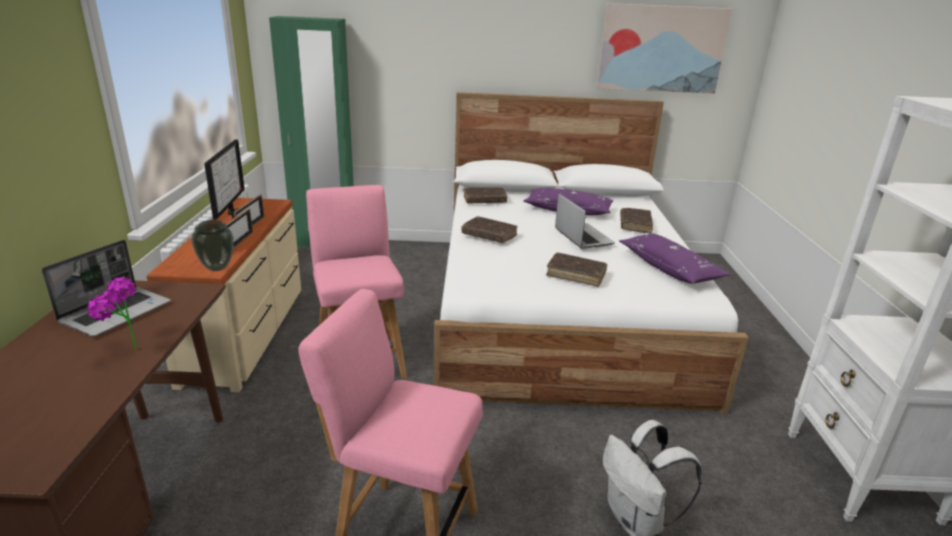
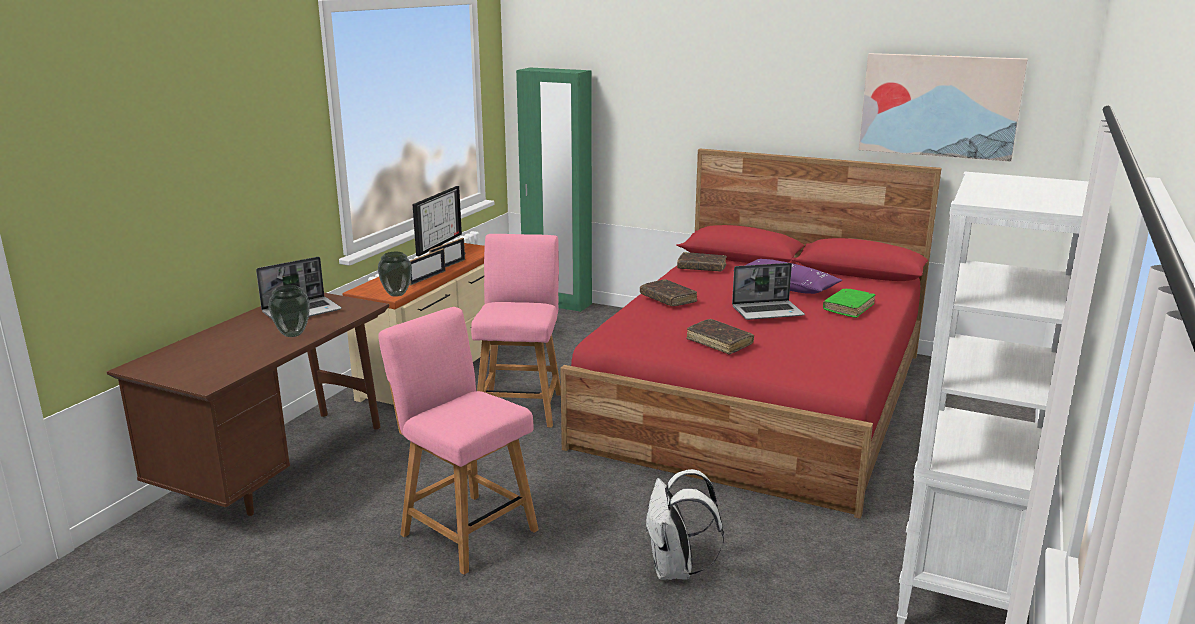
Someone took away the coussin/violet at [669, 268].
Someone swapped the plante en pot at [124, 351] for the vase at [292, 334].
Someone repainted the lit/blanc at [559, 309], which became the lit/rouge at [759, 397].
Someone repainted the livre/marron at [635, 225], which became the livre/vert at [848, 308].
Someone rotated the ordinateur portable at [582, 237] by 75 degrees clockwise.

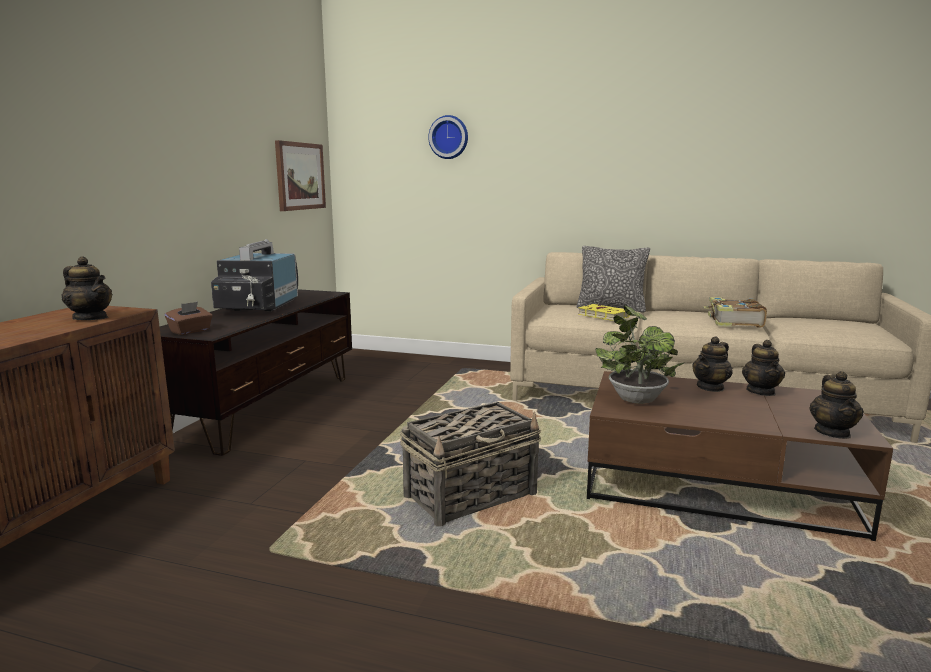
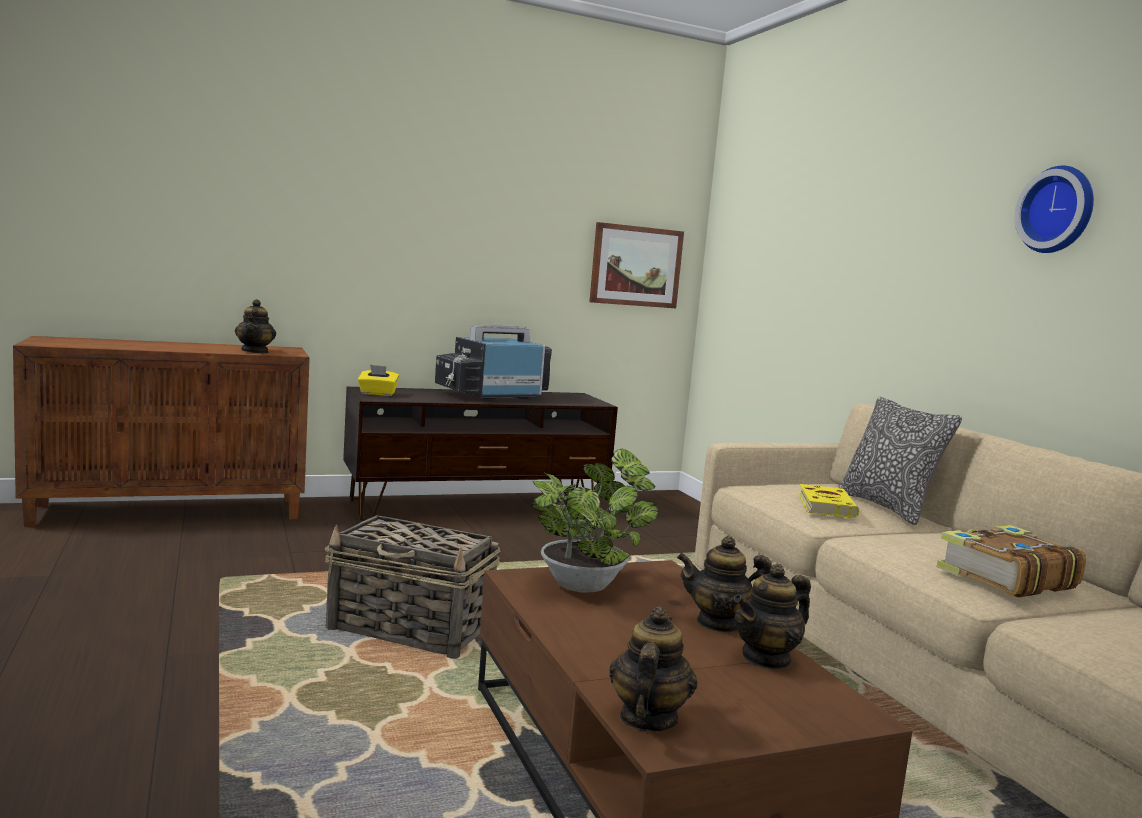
Someone carried the horloge murale from [449, 137] to [1058, 210].
Someone repainted the boîte à mouchoirs/marron at [191, 331], which became the boîte à mouchoirs/jaune at [377, 393].
Someone rotated the théière at [832, 432] by 135 degrees clockwise.

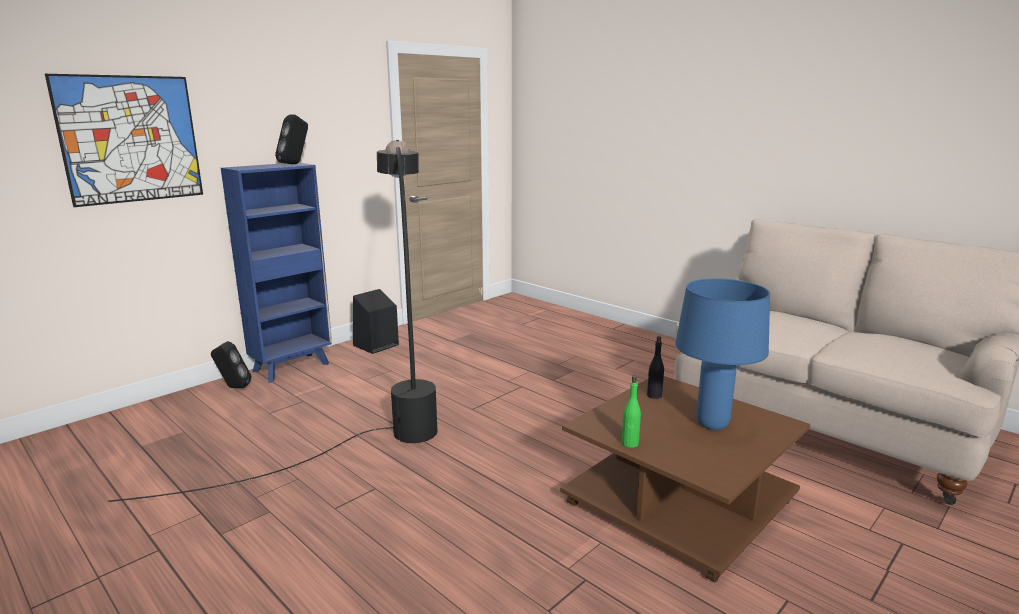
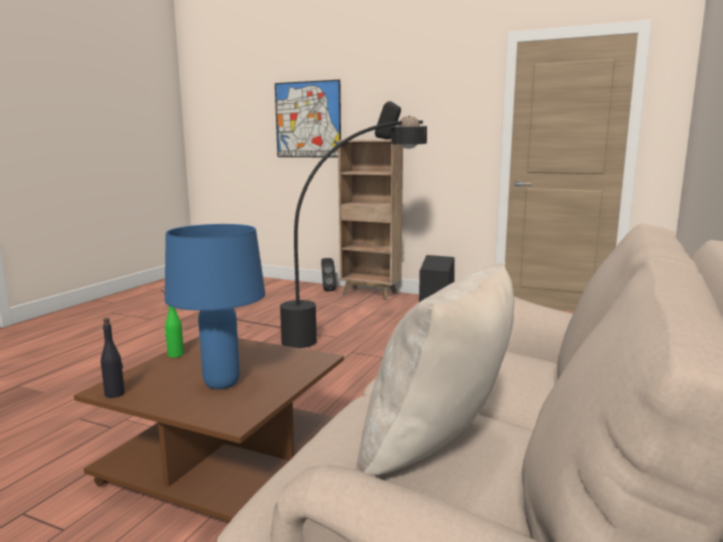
Someone put down the coussin/beige at [439, 445].
Someone carried the bouteille/noir from [654, 395] to [115, 394].
Someone repainted the bibliothèque/bleu at [293, 367], which became the bibliothèque/marron at [371, 294].

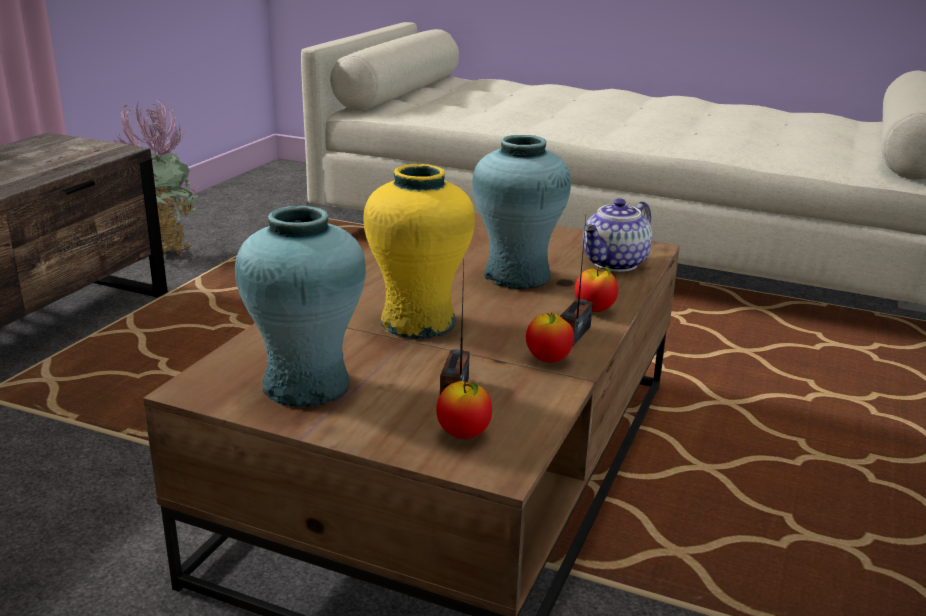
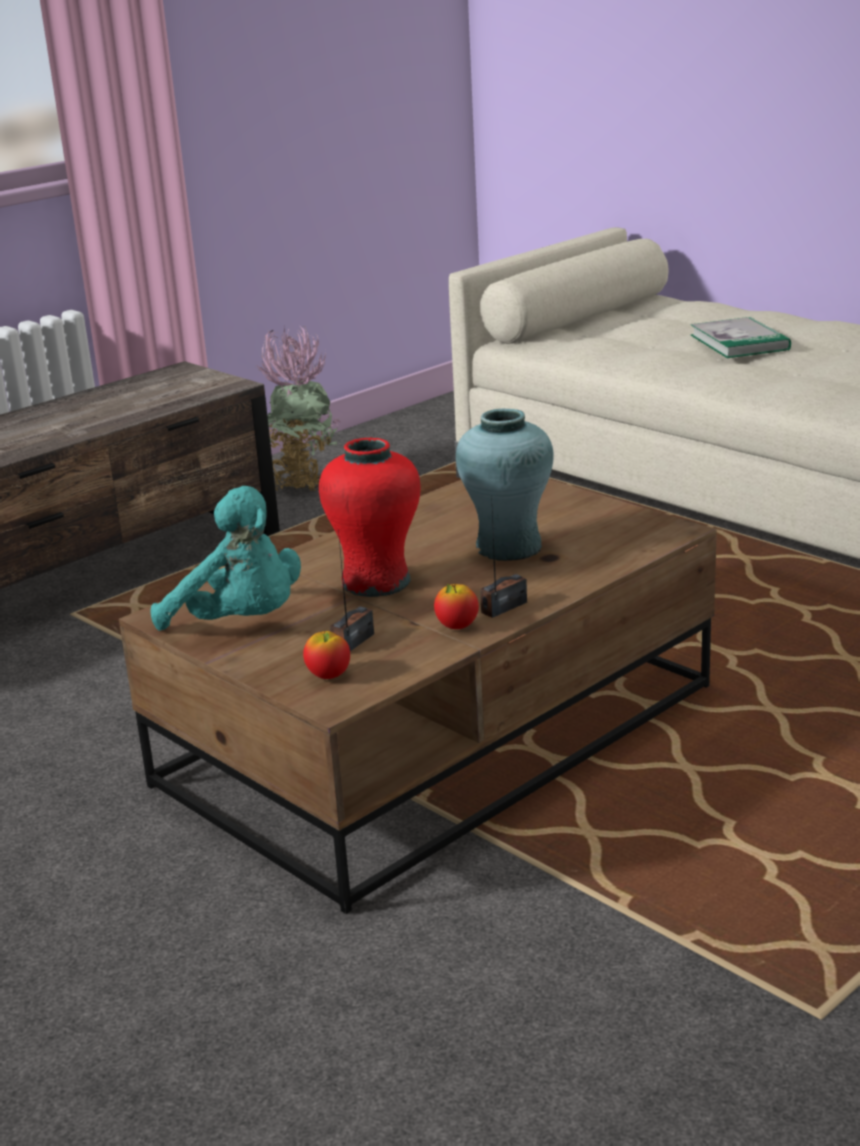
Someone took away the pomme at [594, 310].
Someone took away the théière at [615, 264].
Someone put down the livre at [739, 342].
Someone swapped the vase/turquoise at [305, 385] for the peluche/turquoise at [241, 624].
Someone repainted the vase/jaune at [417, 322], which became the vase/rouge at [375, 582].

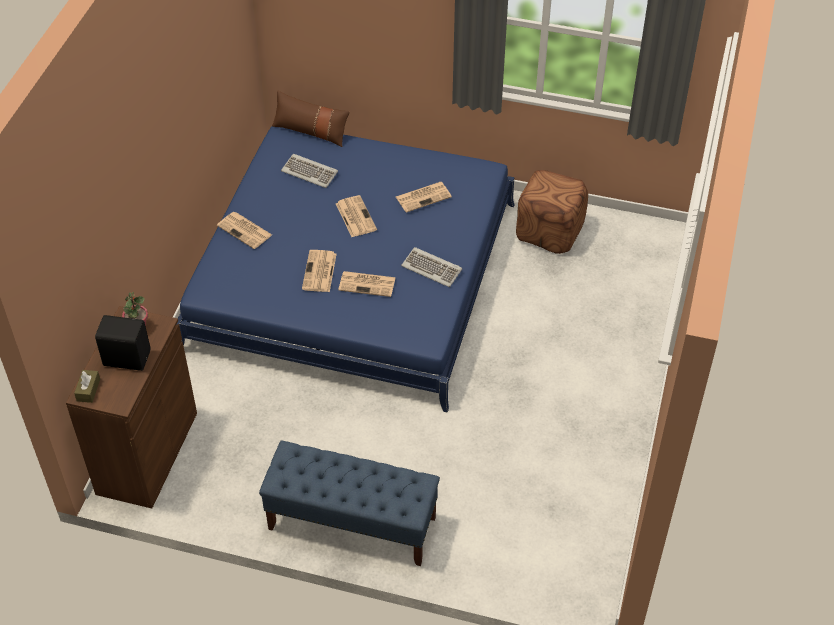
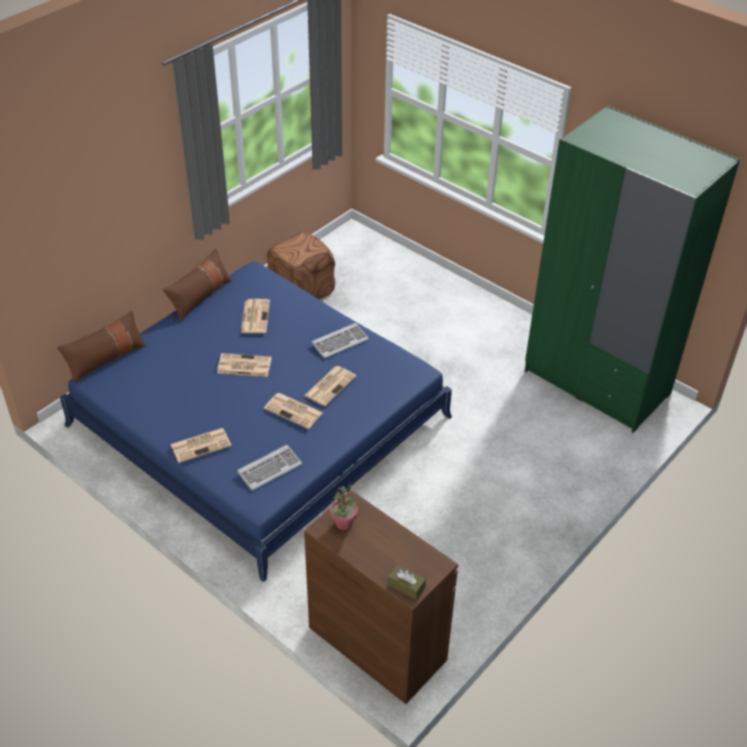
Someone took away the enceinte/noir at [126, 357].
Someone took away the banc/bleu at [351, 523].
Someone put down the coussin/marron at [200, 297].
Someone put down the armoire/vert at [596, 382].
Someone carried the clavier from [310, 172] to [269, 468].

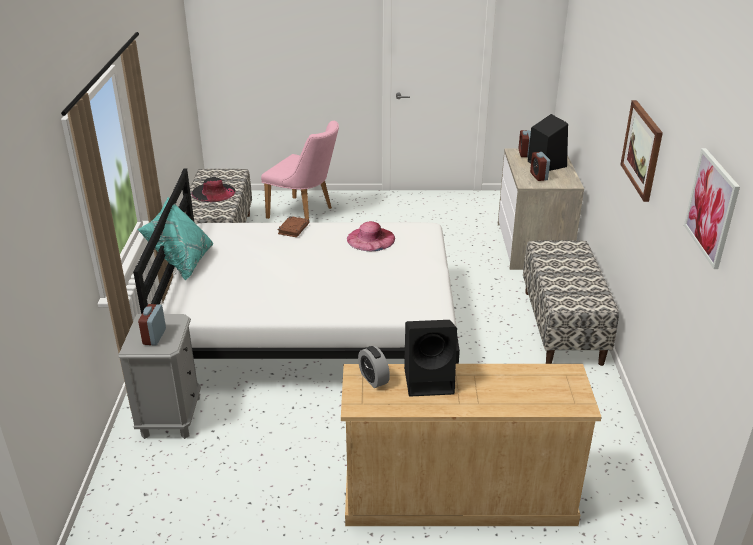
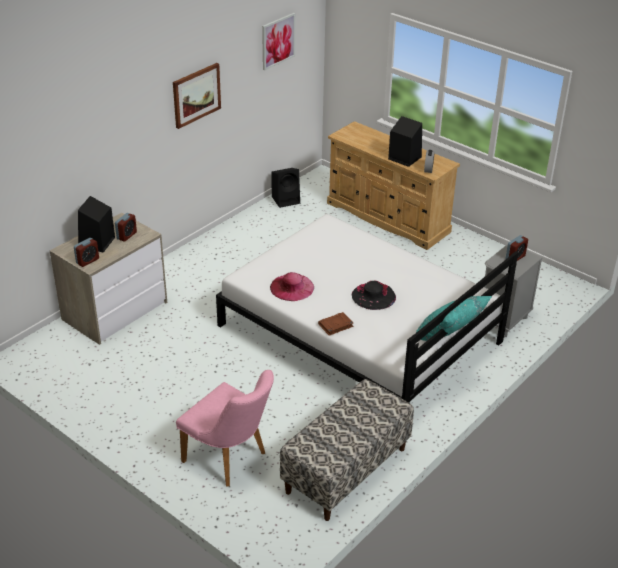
Someone took away the banc at [562, 326].
Someone put down the enceinte/noir at [286, 199].
Someone carried the chapeau/noir from [213, 192] to [373, 296].
Someone rotated the chaise/rose at [305, 213] by 150 degrees clockwise.

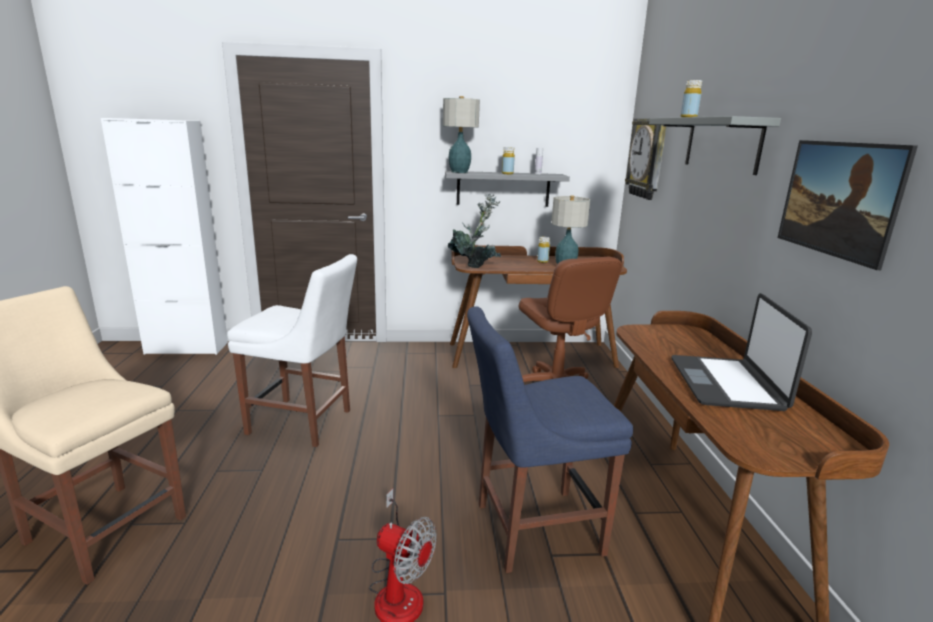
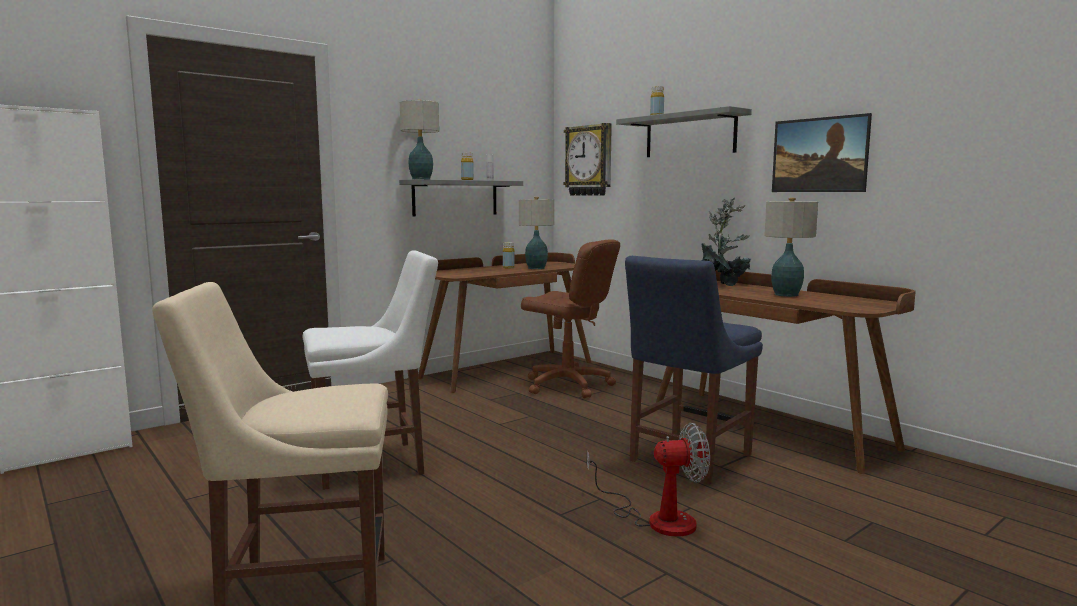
Someone carried the plante en pot from [475, 265] to [723, 284].
Someone swapped the ordinateur portable at [727, 384] for the lampe de table at [787, 295].

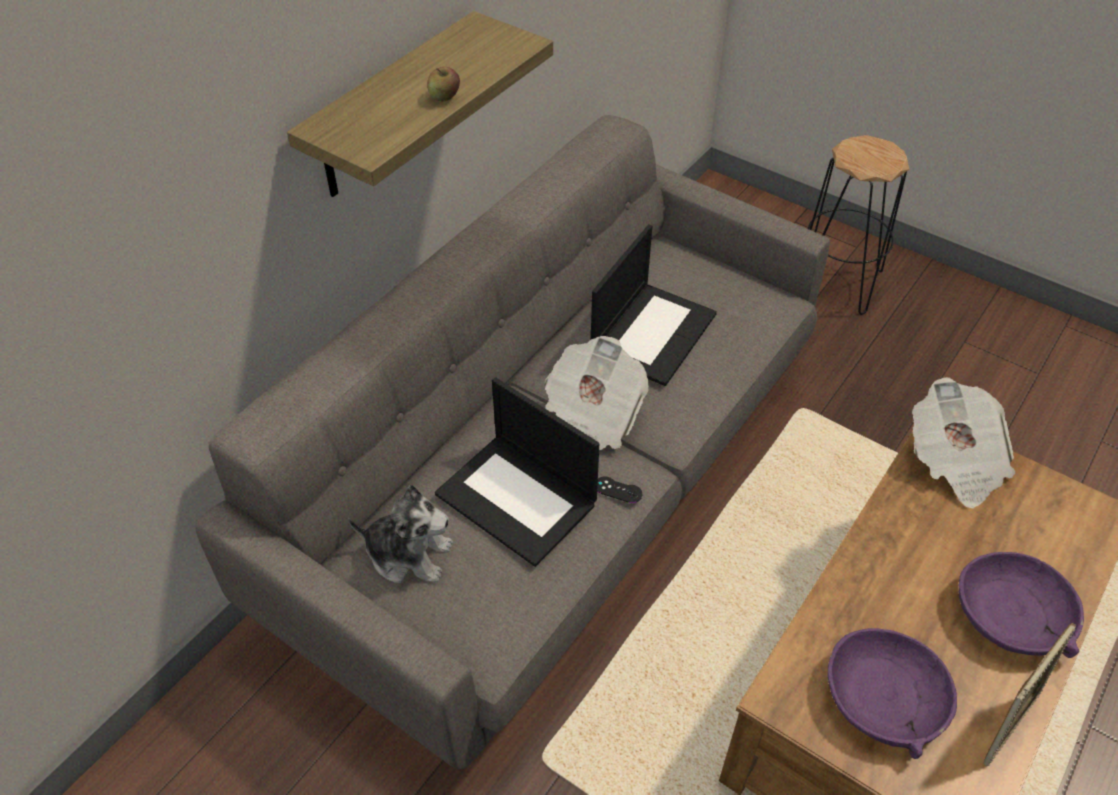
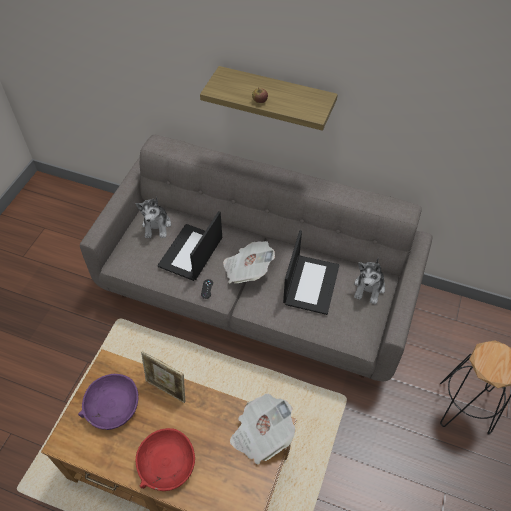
Someone put down the peluche at [369, 288].
Someone carried the cadre photo from [1007, 724] to [167, 389].
Someone repainted the bol/violet at [1012, 615], which became the bol/rouge at [166, 464].
Someone rotated the ordinateur portable at [653, 332] by 90 degrees counterclockwise.

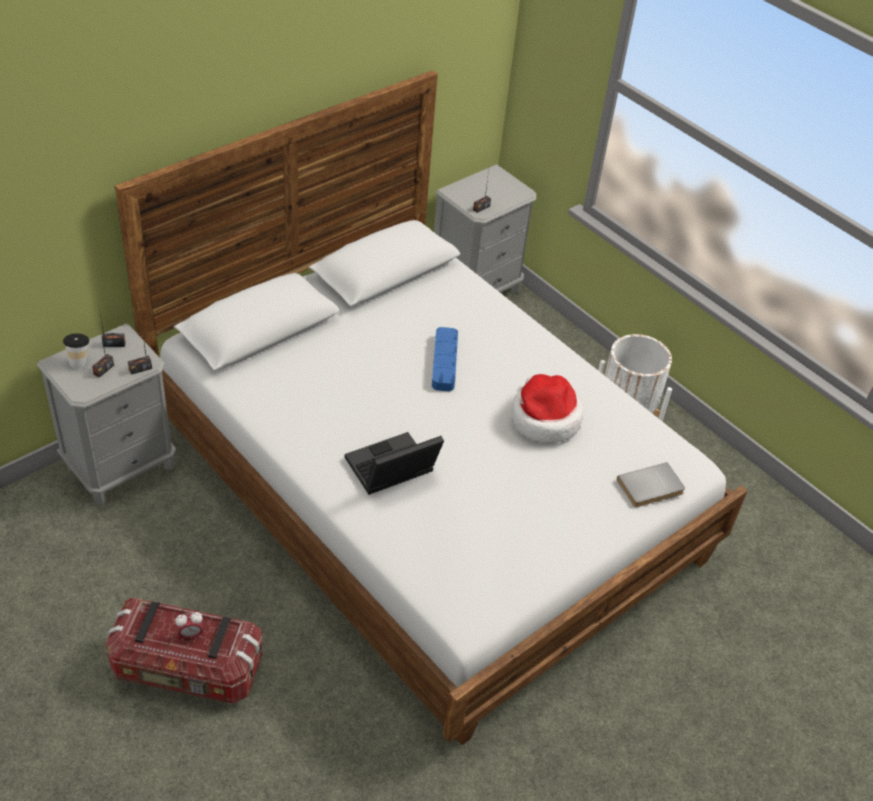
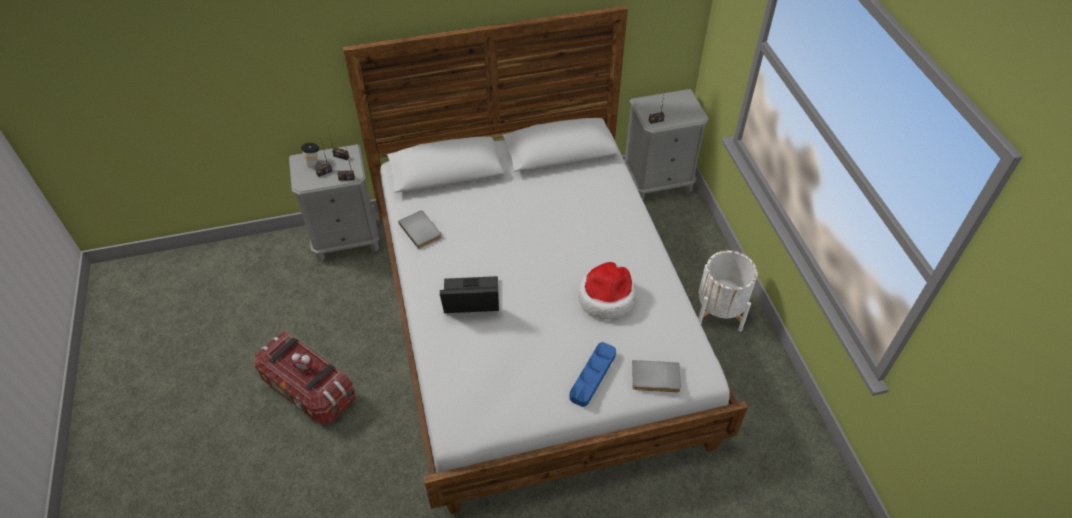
Someone put down the livre/gris at [421, 230].
Someone carried the plateau/bleu from [444, 362] to [592, 376].

